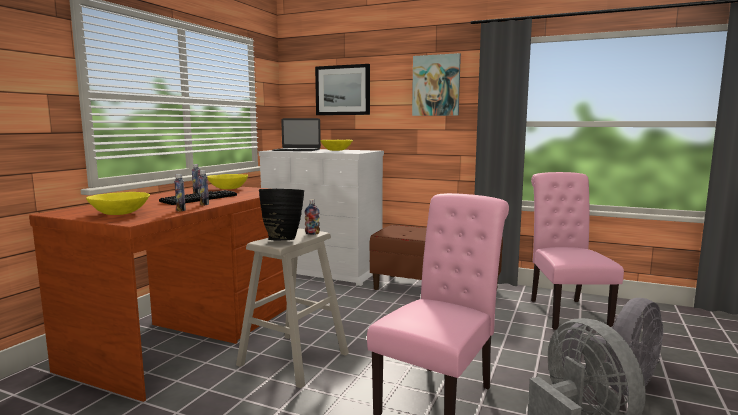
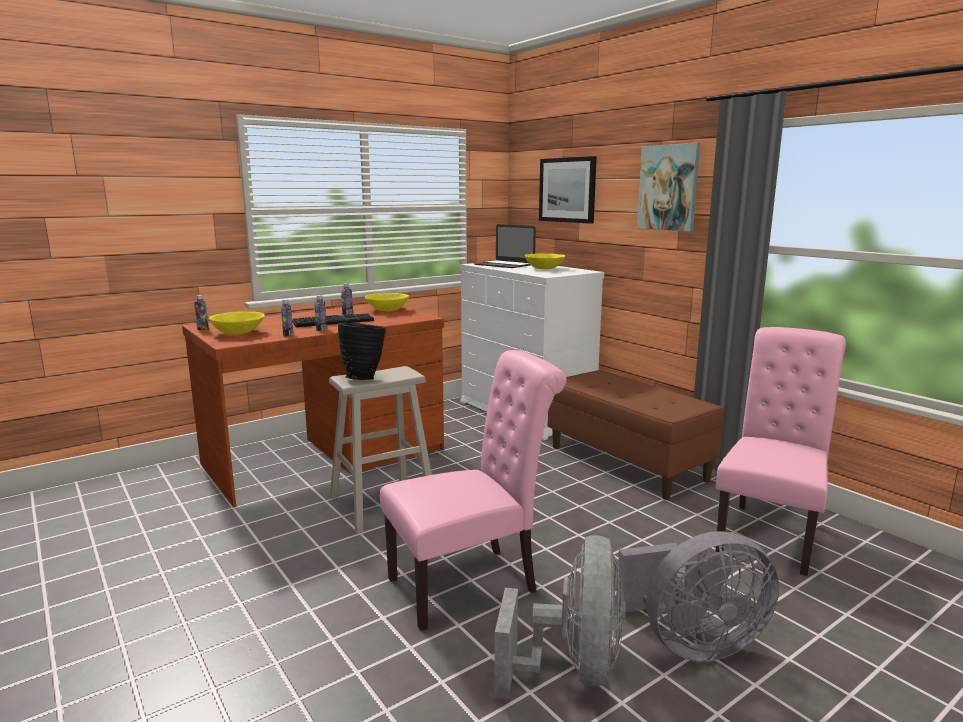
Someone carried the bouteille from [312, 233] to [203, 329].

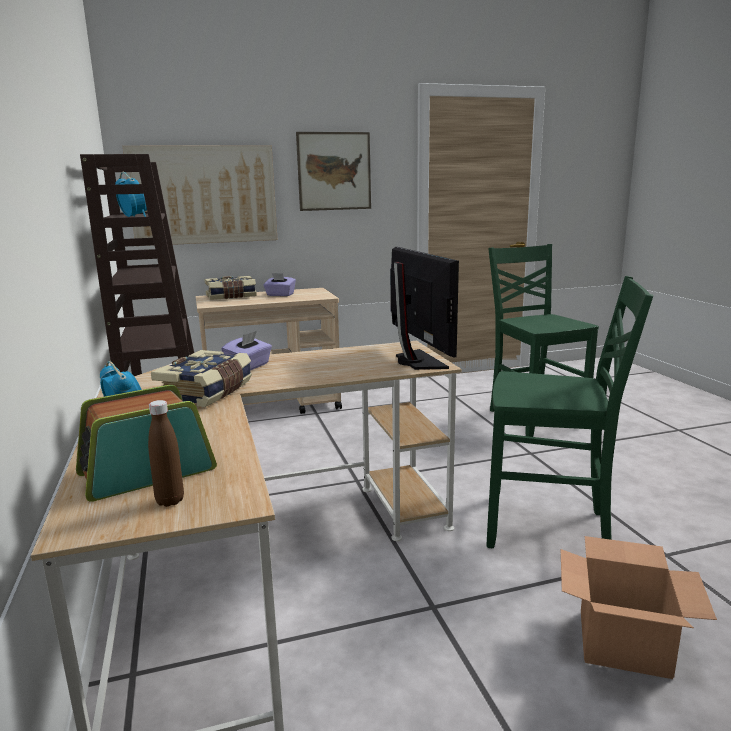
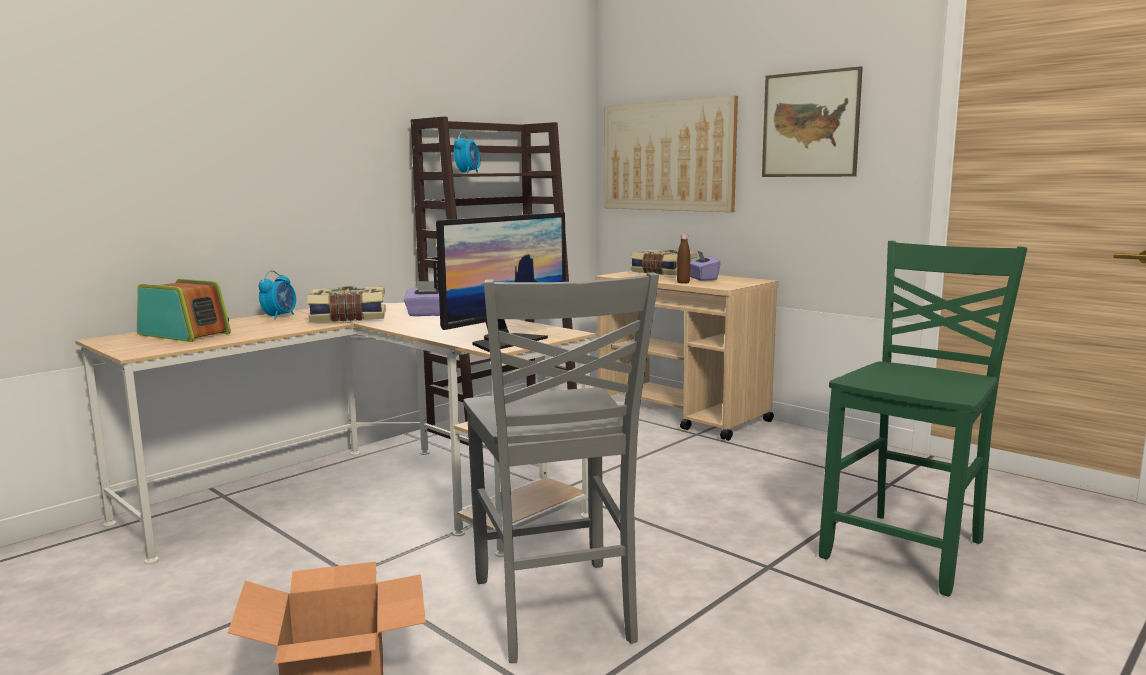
Someone carried the bouteille/marron from [170, 501] to [683, 282].
Someone repainted the chaise/vert at [549, 529], which became the chaise/gris at [555, 611].

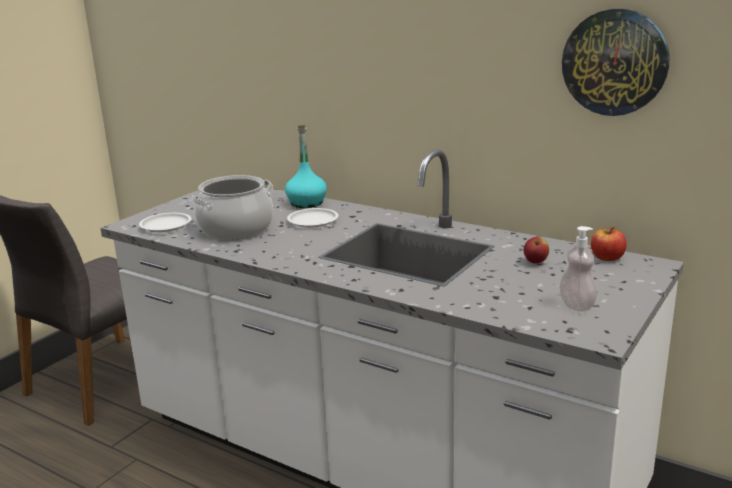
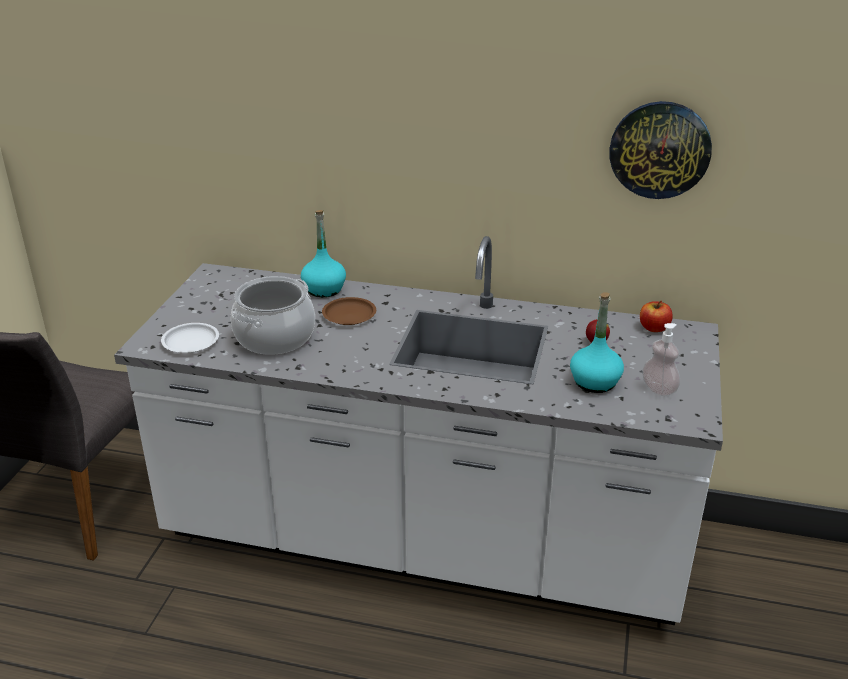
Someone put down the bouteille/turquoise at [594, 382].
Someone repainted the assiette/blanc at [312, 221], which became the assiette/marron at [349, 315].

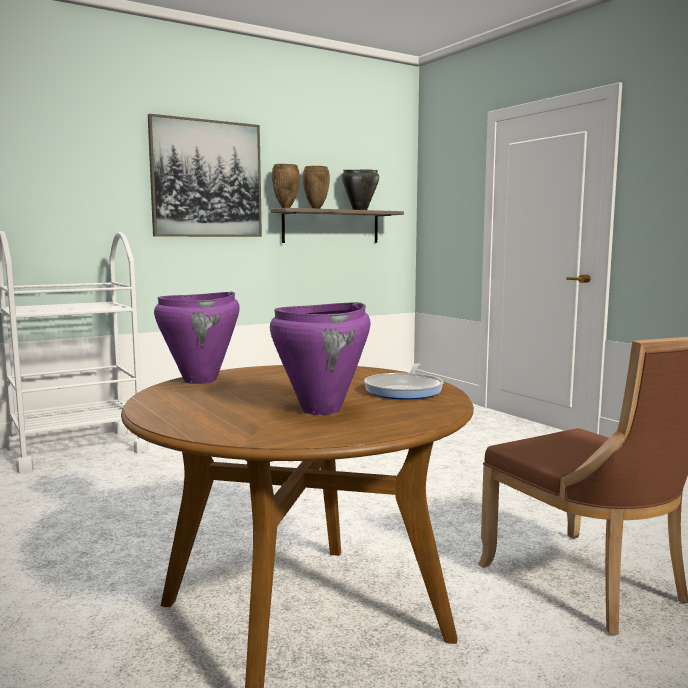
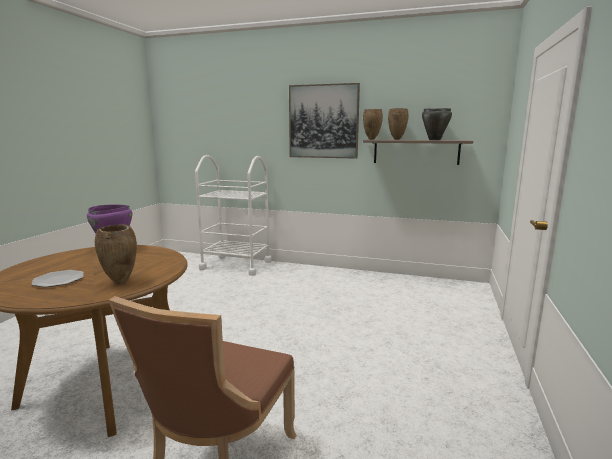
Someone swapped the marmite/violet at [322, 410] for the assiette at [58, 280].
Someone swapped the poêle at [405, 390] for the vase/marron at [121, 282].

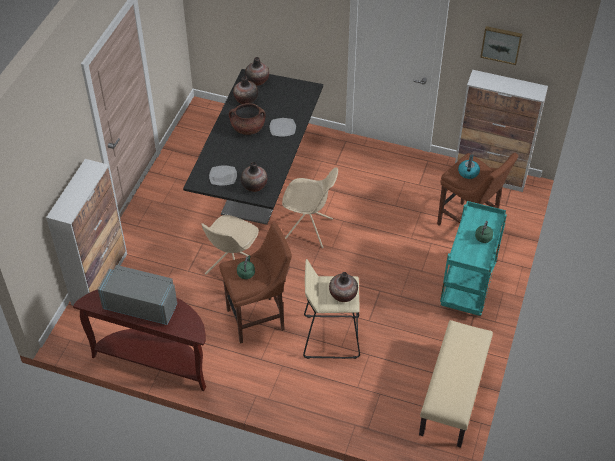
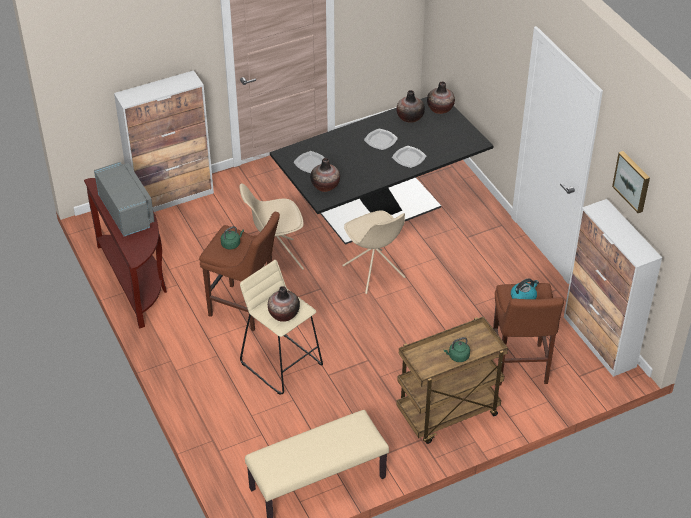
Someone swapped the marmite/marron at [248, 128] for the assiette at [380, 140].
Someone repainted the chariot/turquoise at [468, 288], which became the chariot/marron at [447, 414].

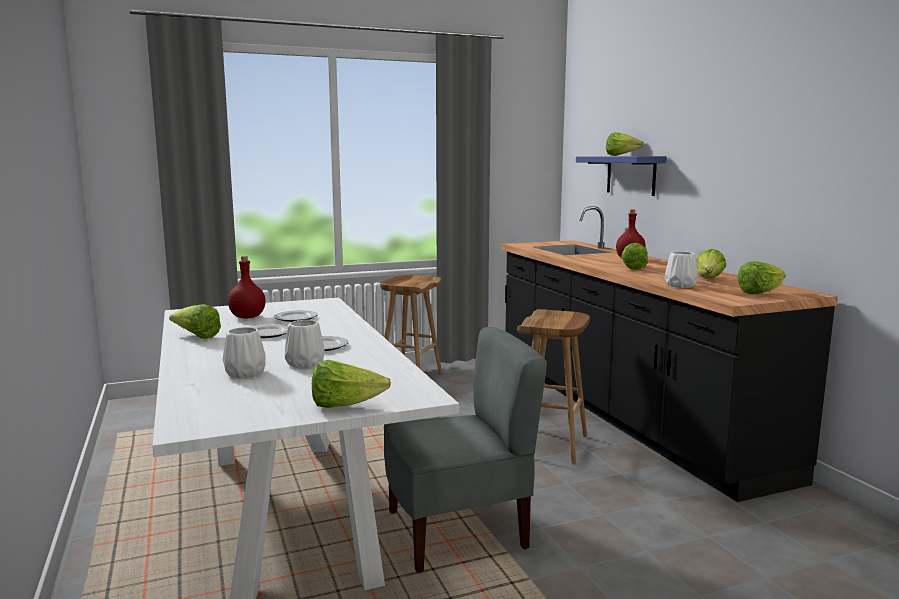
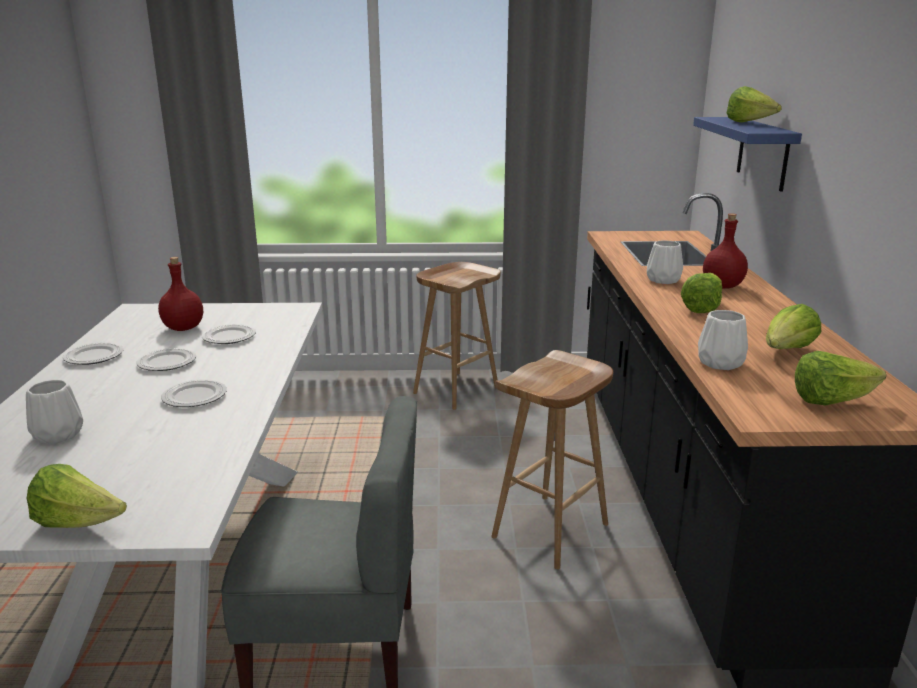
Someone carried the vase/blanc from [305, 363] to [663, 280].
Someone swapped the laitue at [197, 336] for the assiette at [93, 357].

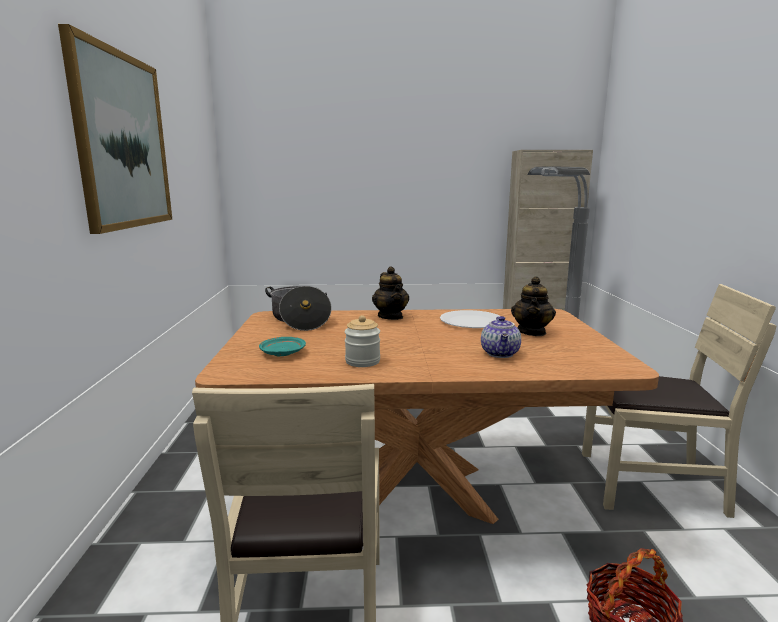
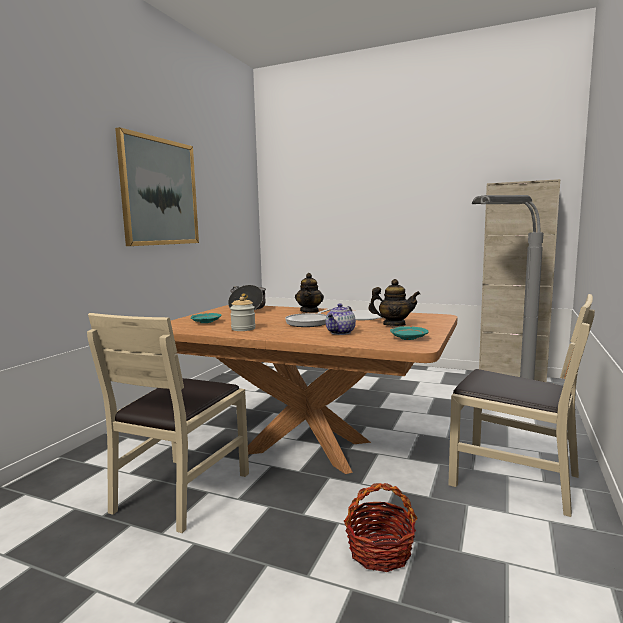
Someone put down the poêle at [309, 322].
Someone put down the assiette/turquoise at [408, 338].
Someone rotated the théière at [532, 332] by 120 degrees counterclockwise.

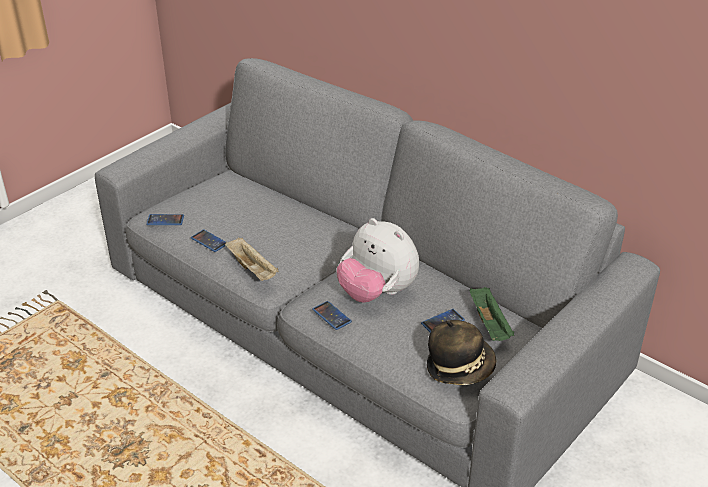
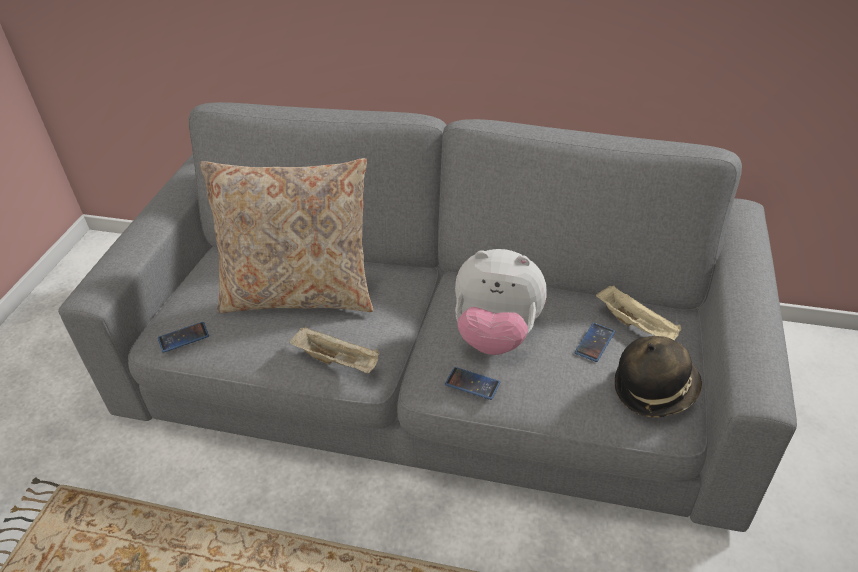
Someone took away the téléphone at [209, 241].
Someone put down the coussin/beige at [300, 293].
Someone repainted the plateau/vert at [490, 324], which became the plateau/beige at [637, 325].

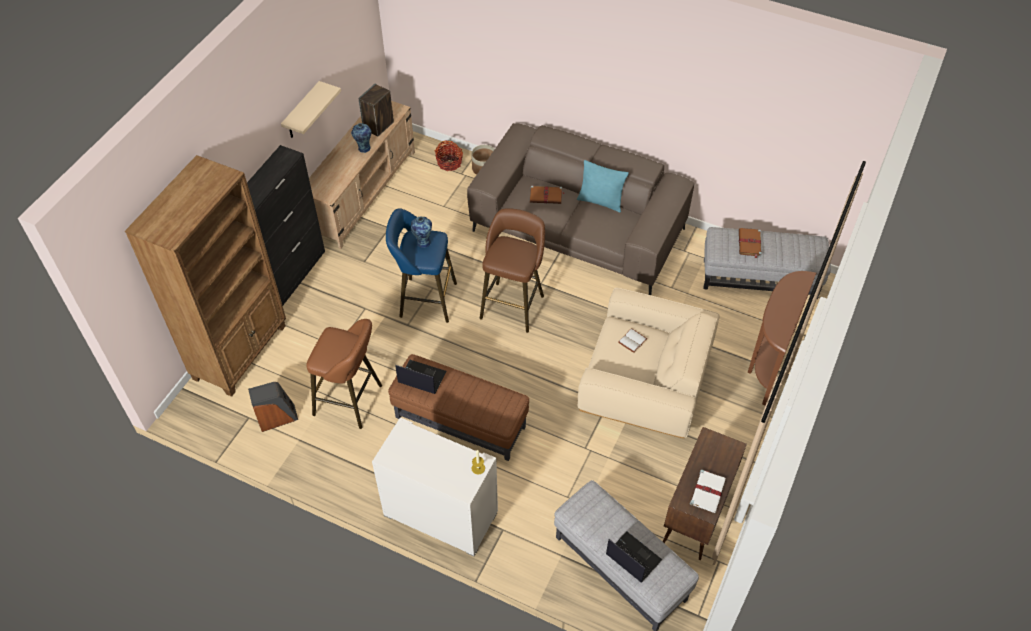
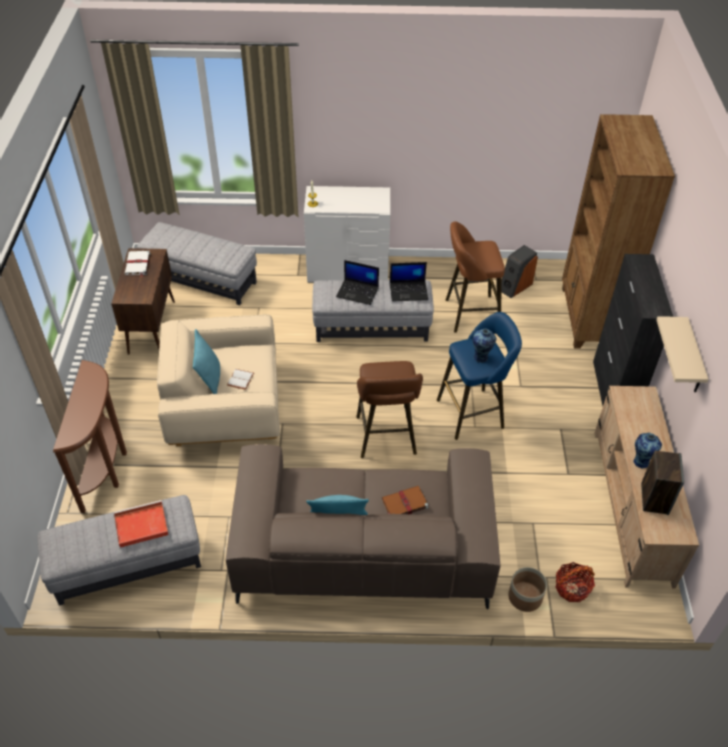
Someone put down the coussin/turquoise at [210, 379].
Someone carried the ordinateur portable from [632, 557] to [358, 292].
Someone swapped the livre/marron at [749, 243] for the plateau/rouge at [140, 526].
Someone repainted the pouf/marron at [460, 422], which became the pouf/gris at [372, 328].

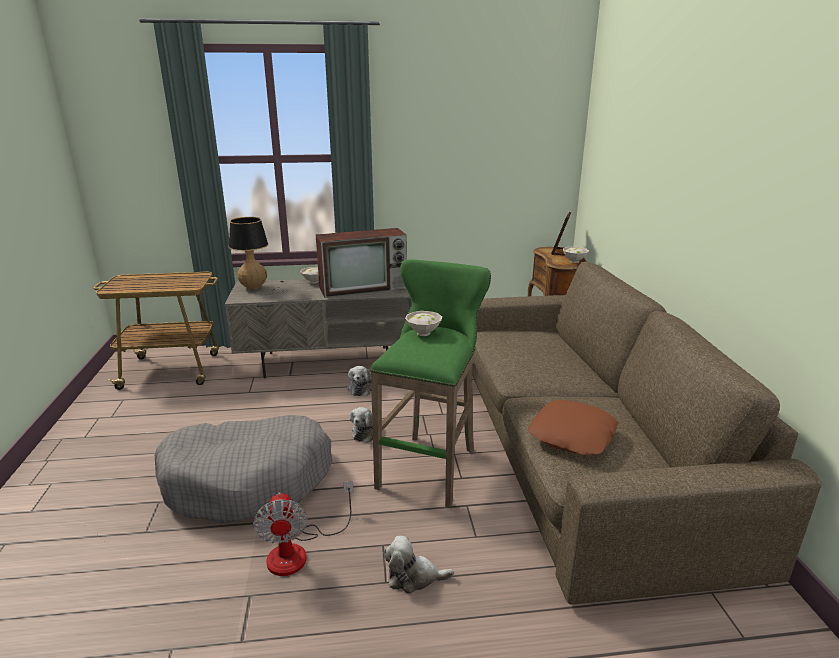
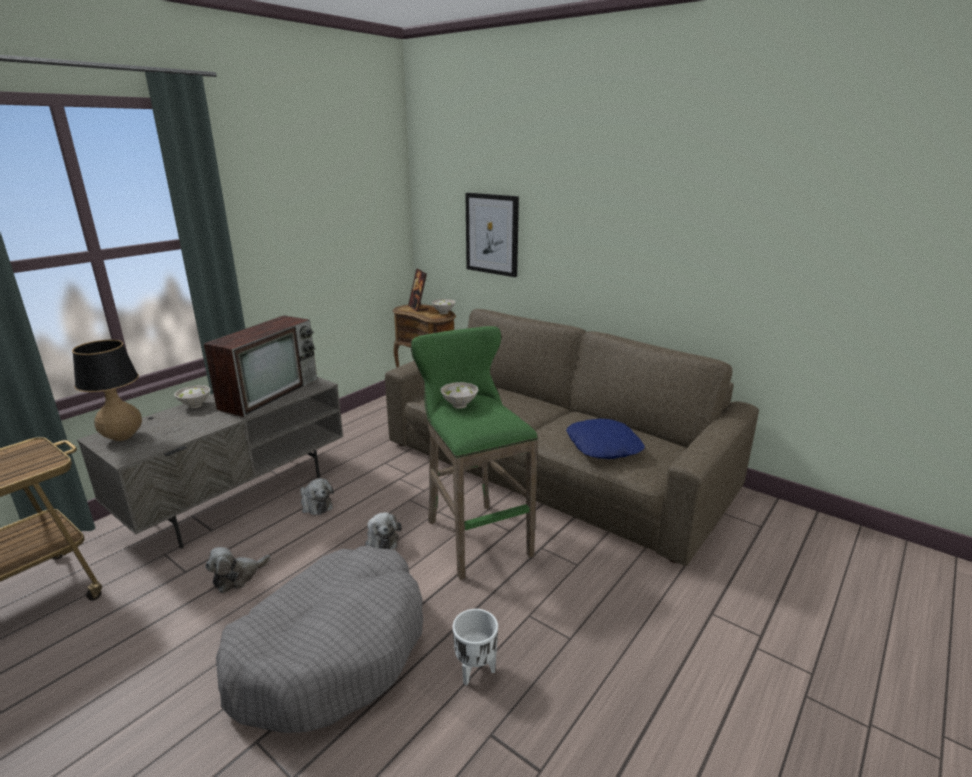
Someone put up the tableau at [492, 234].
Someone carried the peluche from [414, 577] to [237, 577].
Someone swapped the ventilateur at [299, 551] for the cache-pot/blanc at [475, 670].
Someone repainted the coussin/marron at [573, 435], which became the coussin/bleu at [604, 446].

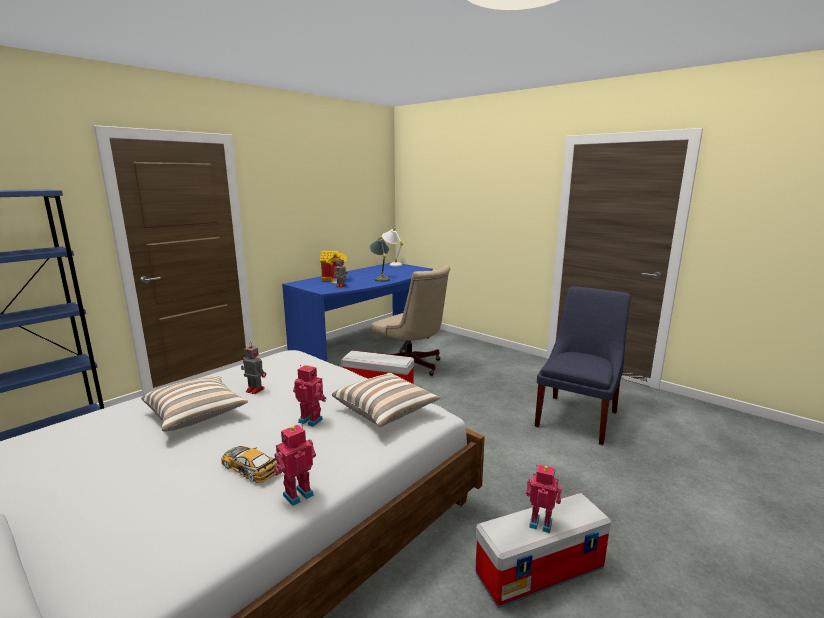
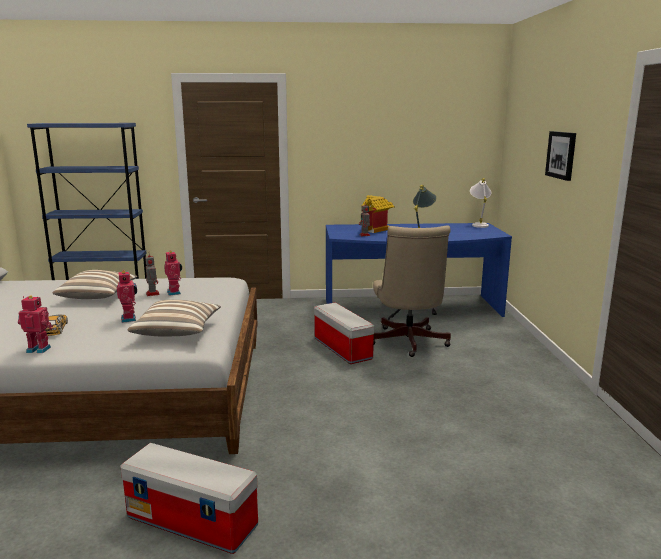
Someone took away the chaise/bleu at [578, 417].
Someone put up the tableau at [561, 155].
Someone carried the robot jouet from [540, 522] to [175, 292].

